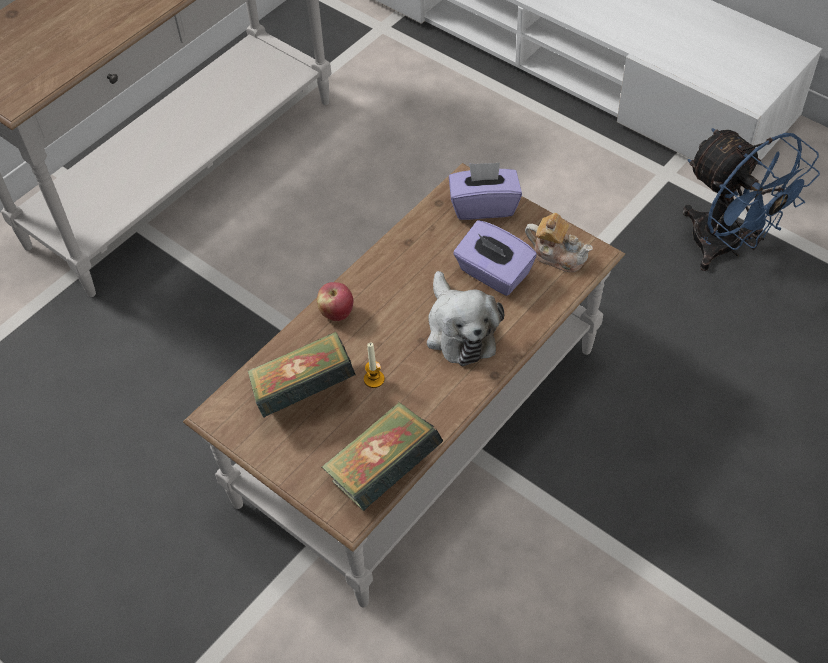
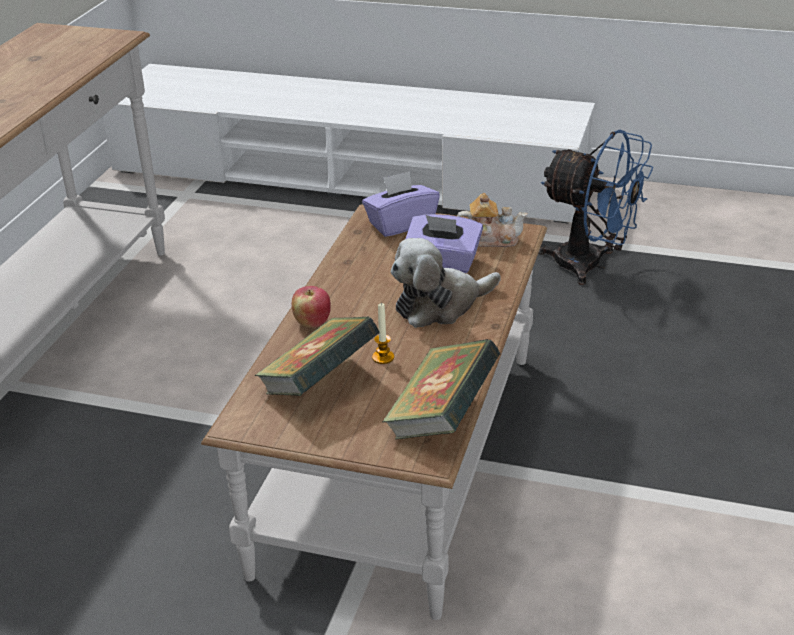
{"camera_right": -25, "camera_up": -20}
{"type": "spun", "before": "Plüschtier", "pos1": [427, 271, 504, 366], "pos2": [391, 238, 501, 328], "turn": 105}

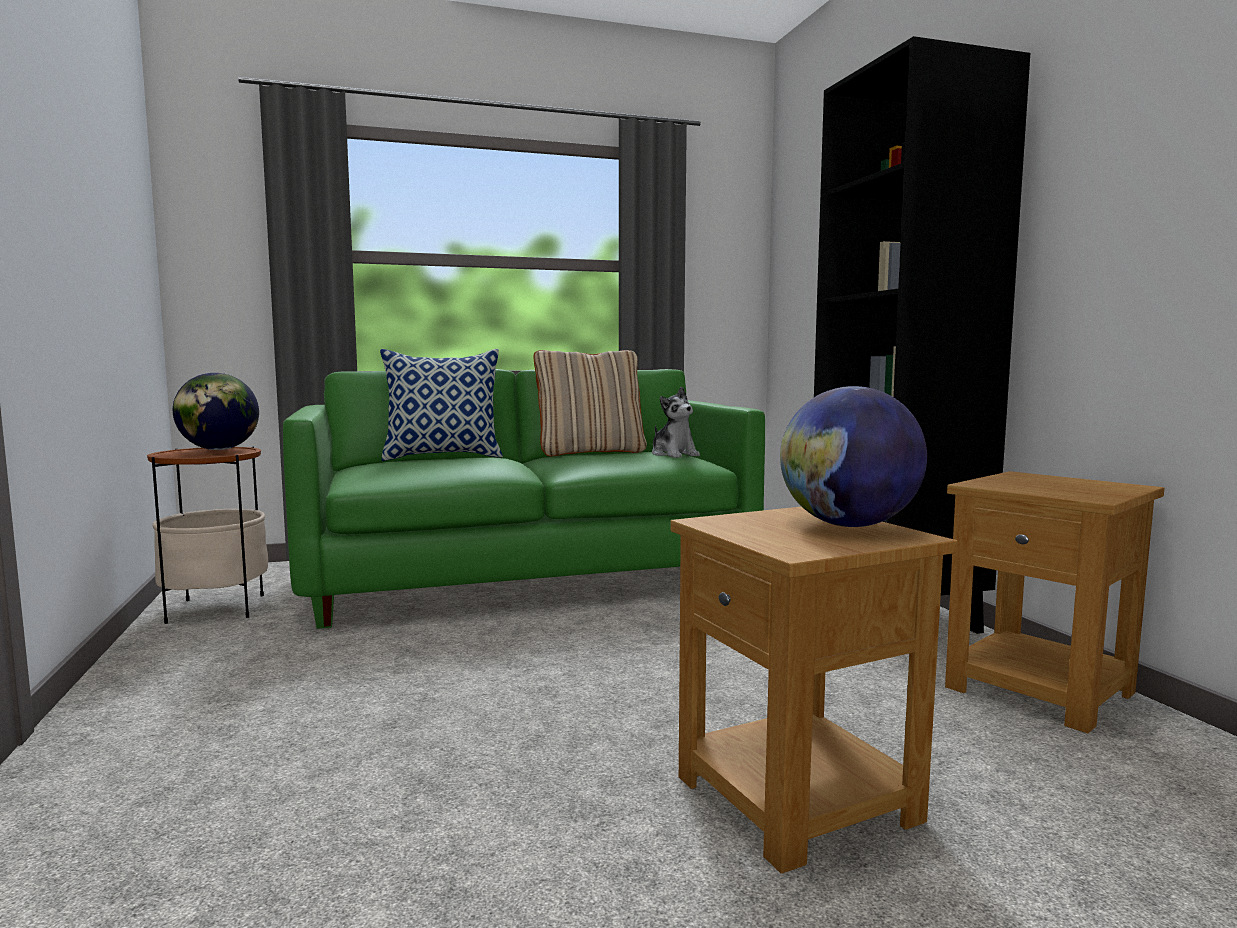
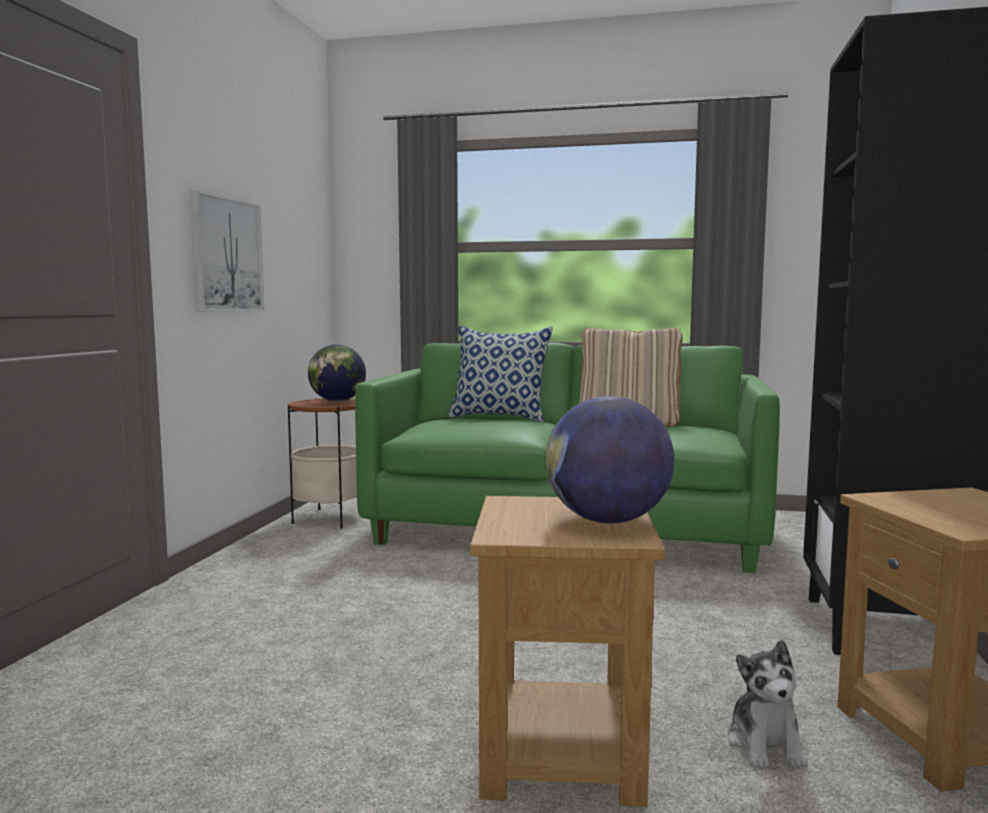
{"camera_right": 30, "camera_up": 0}
{"type": "relocated", "before": "Plüschtier", "pos1": [652, 387, 700, 458], "pos2": [727, 640, 807, 768]}
{"type": "appeared", "after": "Bild", "pos2": [190, 190, 264, 312]}

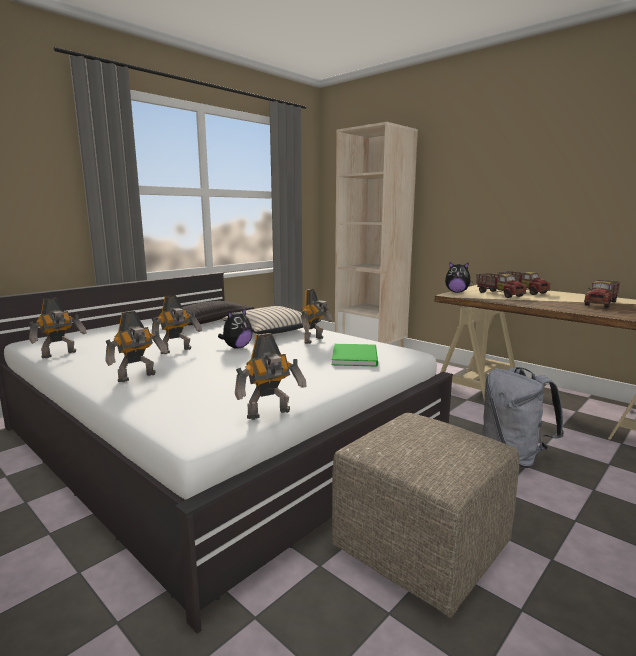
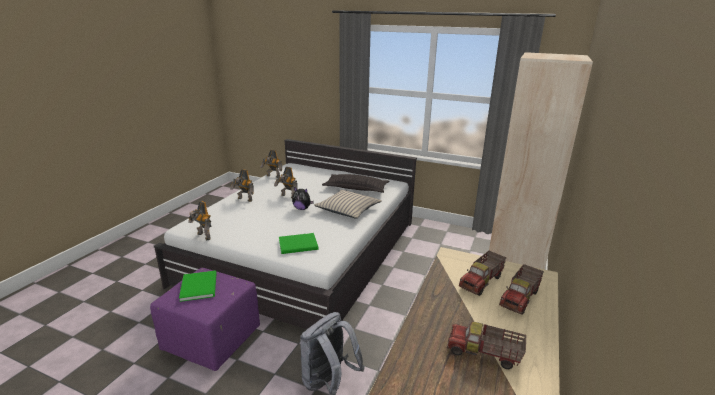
{"camera_right": 70, "camera_up": 10}
{"type": "missing", "before": "Spielzeugroboter", "pos1": [301, 289, 333, 344]}
{"type": "colour", "before": "Polsterhocker (beige)", "after": "Polsterhocker (lila)", "pos1": [332, 413, 520, 618], "pos2": [150, 268, 260, 371]}
{"type": "missing", "before": "Plüschtier", "pos1": [445, 262, 473, 293]}
{"type": "appeared", "after": "Buch (grün)", "pos2": [179, 271, 217, 302]}

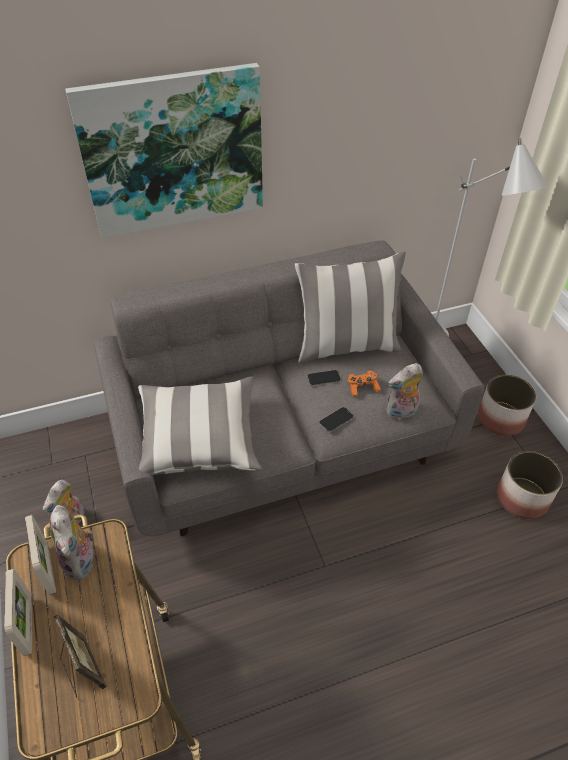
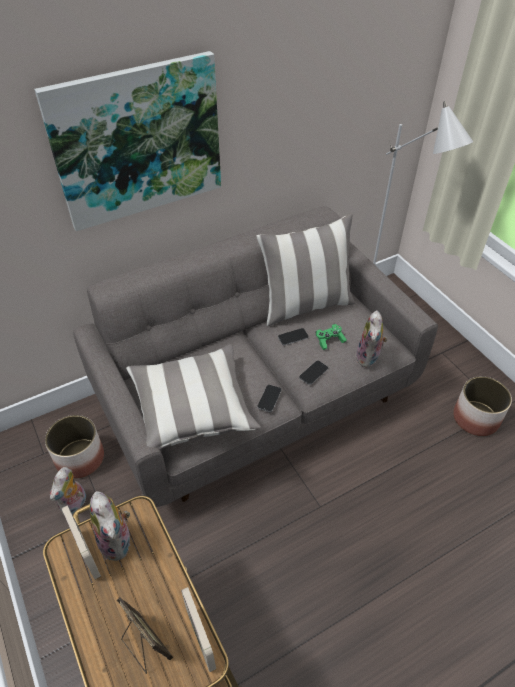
{"camera_right": -10, "camera_up": 0}
{"type": "relocated", "before": "Bilderrahmen", "pos1": [4, 569, 32, 656], "pos2": [181, 587, 216, 672]}
{"type": "colour", "before": "Gamepad (orange)", "after": "Gamepad (grün)", "pos1": [348, 370, 381, 397], "pos2": [316, 324, 347, 350]}
{"type": "spun", "before": "Plüschtier", "pos1": [386, 363, 423, 420], "pos2": [356, 311, 388, 368], "turn": -45}
{"type": "relocated", "before": "Pflanzkübel", "pos1": [478, 375, 536, 436], "pos2": [45, 415, 104, 479]}
{"type": "appeared", "after": "Handy", "pos2": [257, 385, 281, 412]}

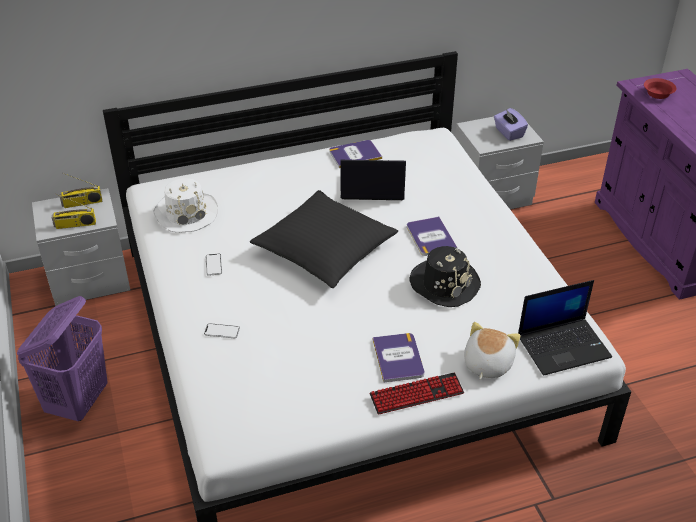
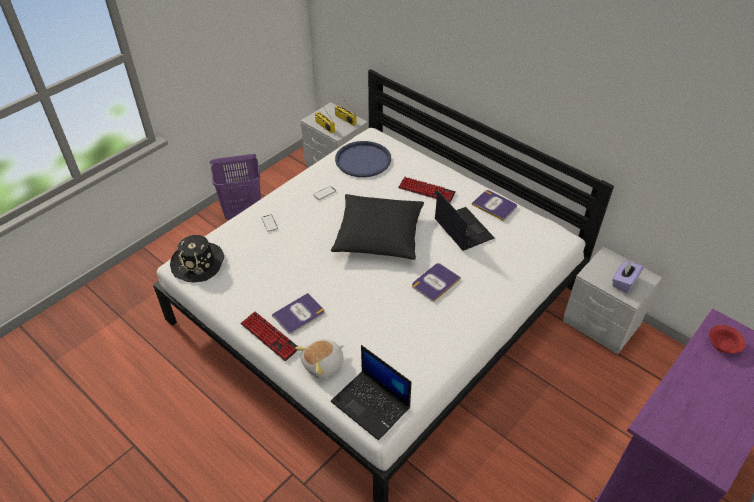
{"camera_right": 60, "camera_up": 5}
{"type": "exchanged", "before": "Hut (weiß)", "after": "Tablett (blau)", "pos1": [154, 178, 218, 233], "pos2": [335, 141, 391, 177]}
{"type": "relocated", "before": "Hut (schwarz)", "pos1": [409, 246, 481, 307], "pos2": [170, 235, 224, 282]}
{"type": "spun", "before": "Plüschtier", "pos1": [464, 322, 520, 380], "pos2": [295, 339, 344, 378], "turn": 150}
{"type": "appeared", "after": "Tastatur", "pos2": [398, 177, 456, 203]}

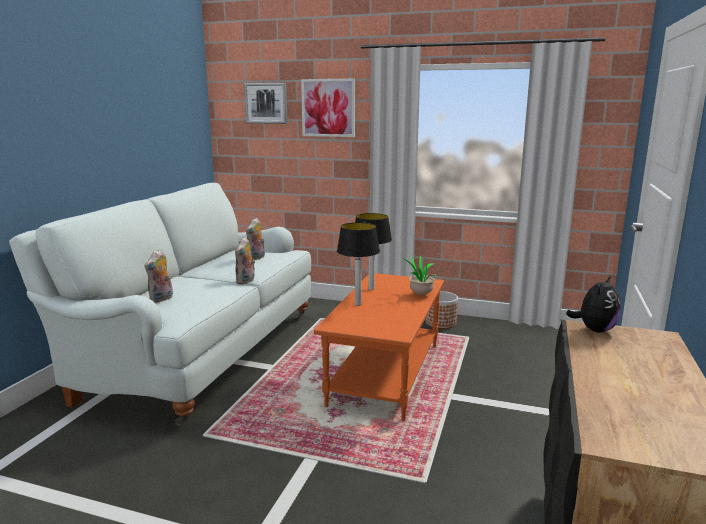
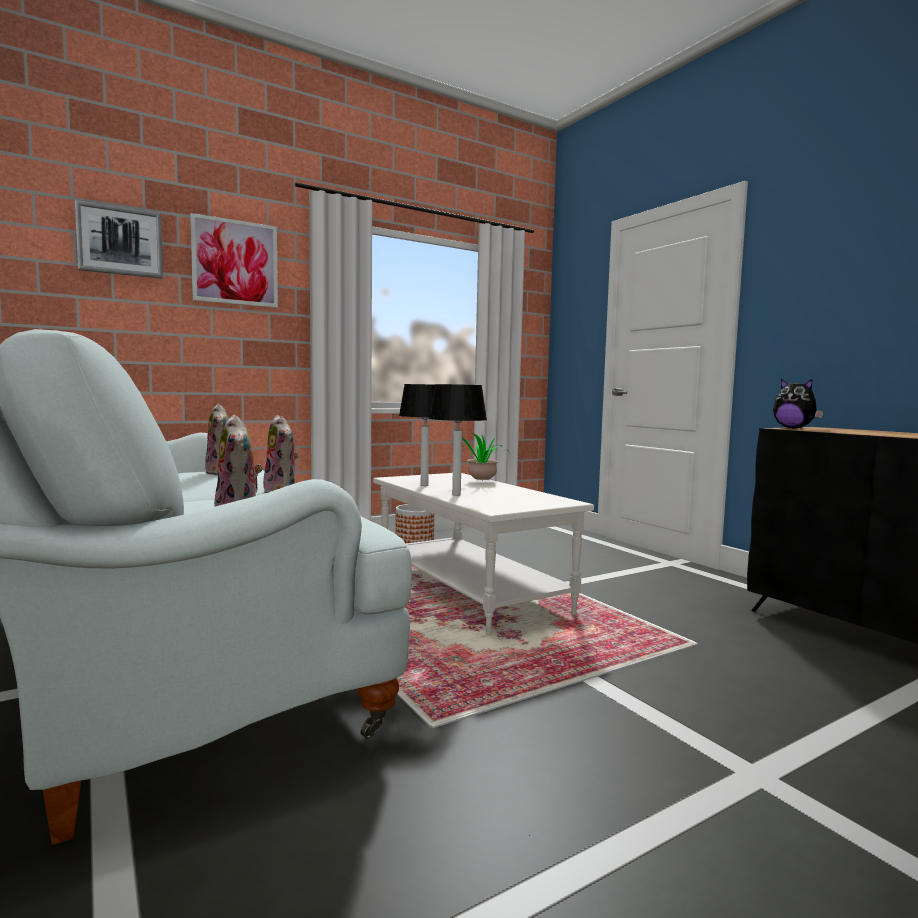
{"camera_right": -50, "camera_up": -10}
{"type": "colour", "before": "Couchtisch (orange)", "after": "Couchtisch (weiß)", "pos1": [314, 273, 444, 421], "pos2": [373, 473, 594, 635]}
{"type": "spun", "before": "Plüschtier", "pos1": [566, 276, 621, 333], "pos2": [773, 379, 824, 428], "turn": 150}

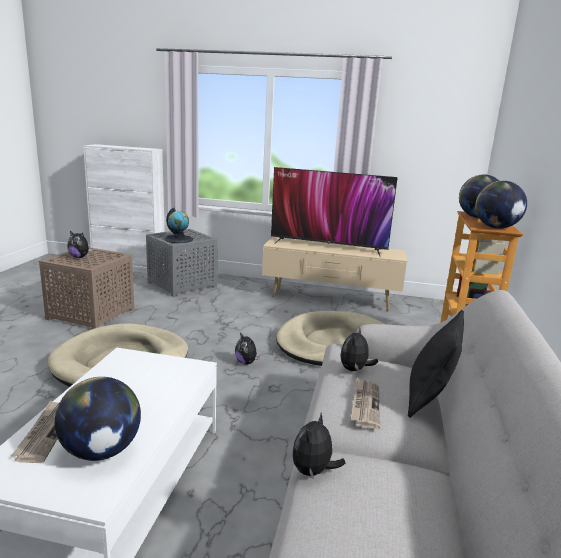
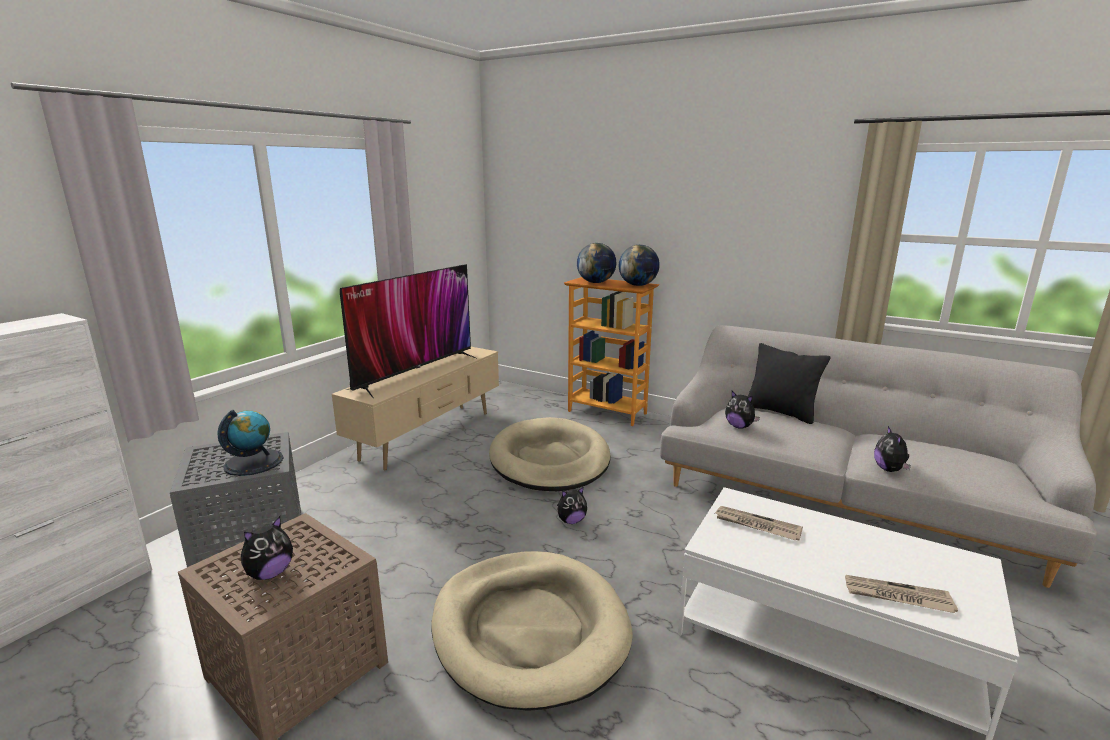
{"camera_right": -70, "camera_up": 0}
{"type": "missing", "before": "Globus", "pos1": [55, 377, 141, 461]}
{"type": "spun", "before": "Plüschtier", "pos1": [292, 413, 345, 480], "pos2": [874, 426, 911, 472], "turn": 45}
{"type": "relocated", "before": "Zeitung", "pos1": [351, 378, 380, 429], "pos2": [715, 506, 803, 540]}

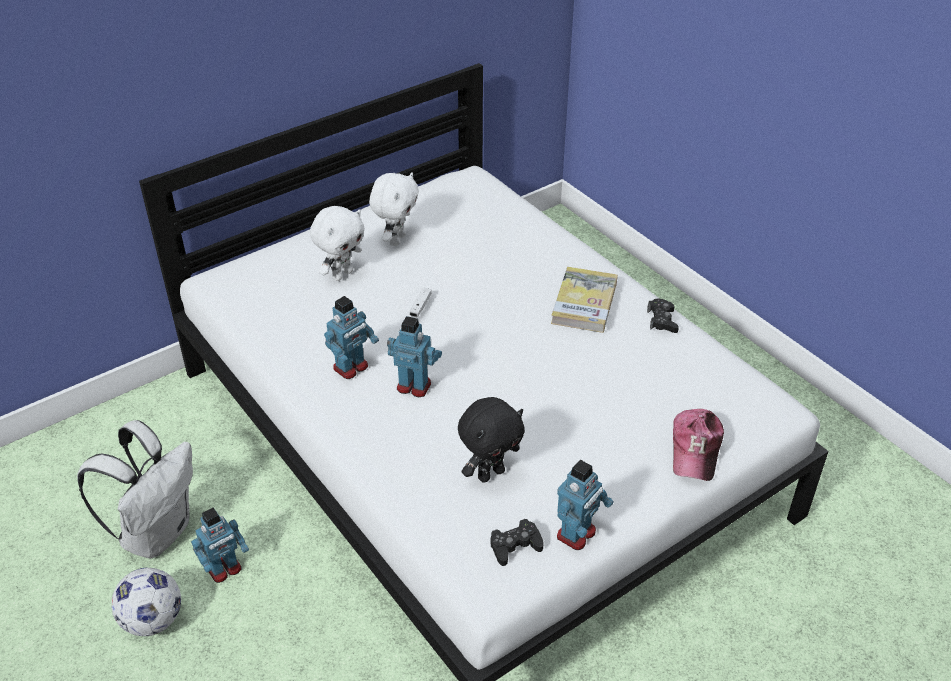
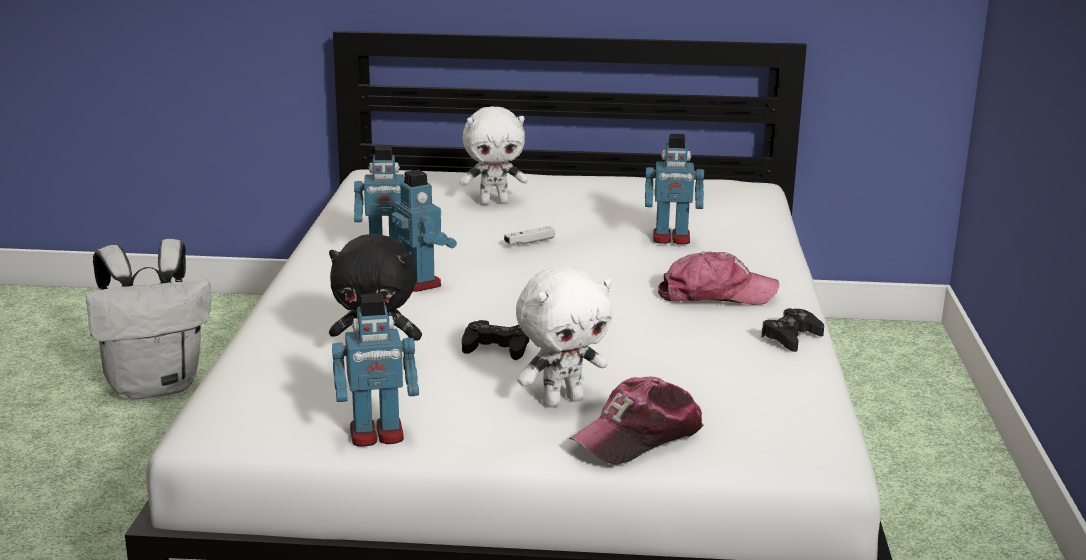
{"camera_right": 40, "camera_up": -20}
{"type": "missing", "before": "Fußball", "pos1": [112, 568, 181, 636]}
{"type": "relocated", "before": "Spielzeugroboter", "pos1": [191, 508, 249, 583], "pos2": [645, 134, 704, 244]}
{"type": "relocated", "before": "Plüschtier (weiß)", "pos1": [369, 172, 419, 246], "pos2": [516, 267, 612, 408]}
{"type": "relocated", "before": "Gamepad (schwarz)", "pos1": [491, 519, 543, 566], "pos2": [462, 320, 529, 360]}
{"type": "exchanged", "before": "Buch", "after": "Kappe", "pos1": [551, 267, 618, 333], "pos2": [657, 251, 779, 305]}

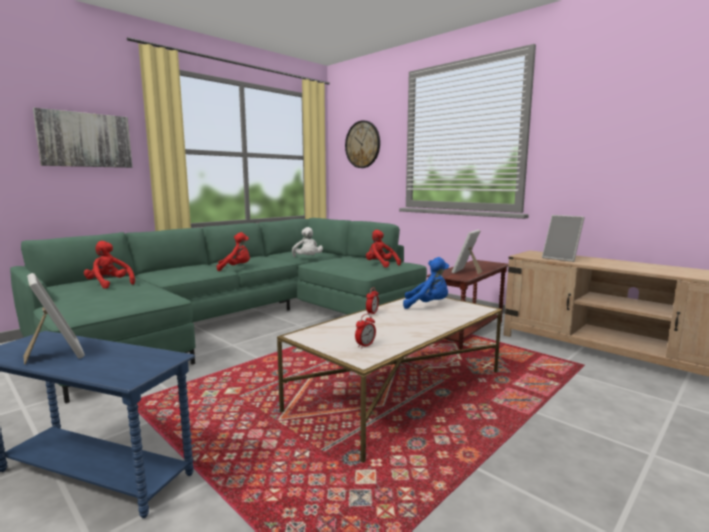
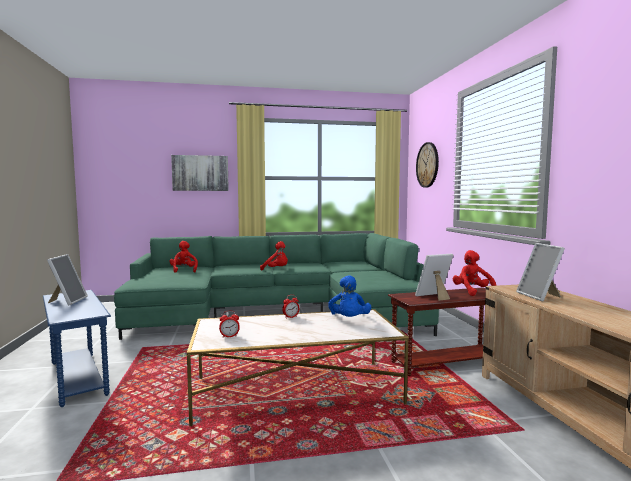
{"camera_right": 35, "camera_up": -5}
{"type": "missing", "before": "Plüschtier (weiß)", "pos1": [292, 227, 323, 257]}
{"type": "relocated", "before": "Plüschtier (rot)", "pos1": [366, 230, 401, 268], "pos2": [453, 250, 497, 296]}
{"type": "spun", "before": "Plüschtier (blau)", "pos1": [403, 257, 449, 309], "pos2": [328, 275, 371, 317], "turn": 45}

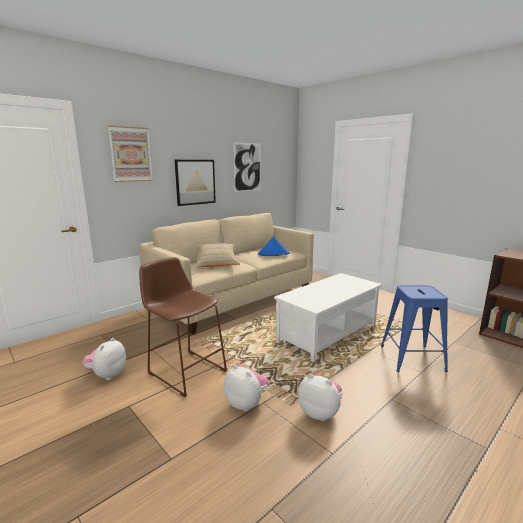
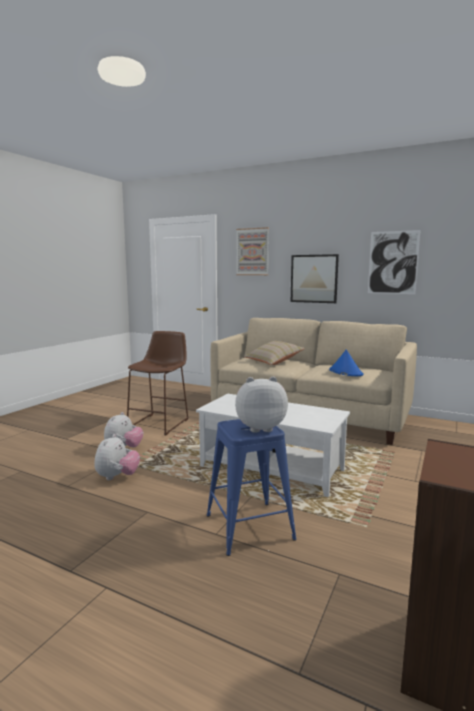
{"camera_right": 70, "camera_up": -5}
{"type": "relocated", "before": "Plüschtier", "pos1": [82, 338, 126, 380], "pos2": [235, 377, 288, 433]}

